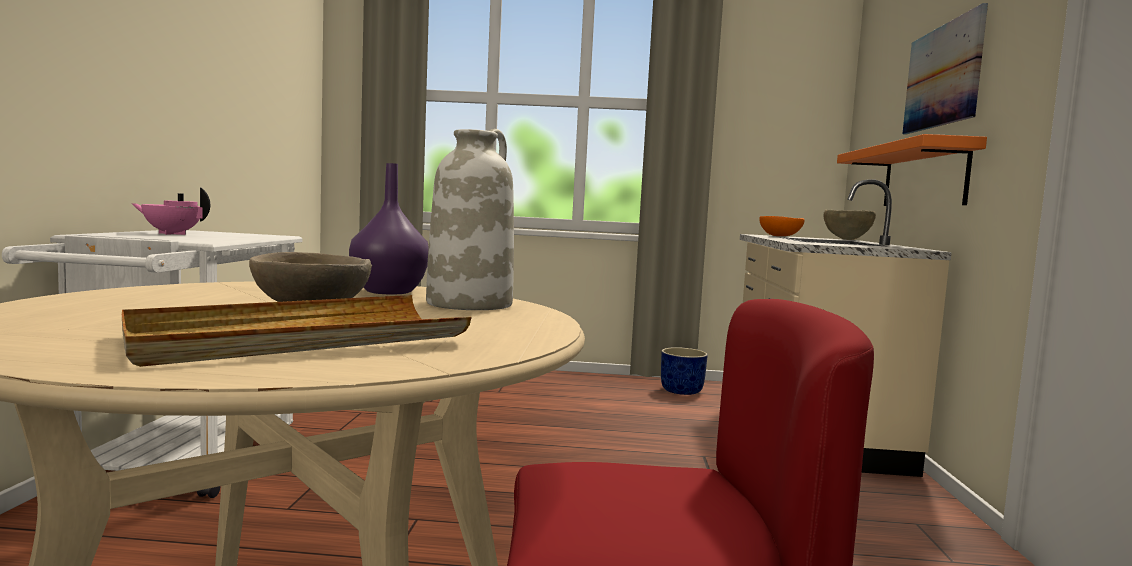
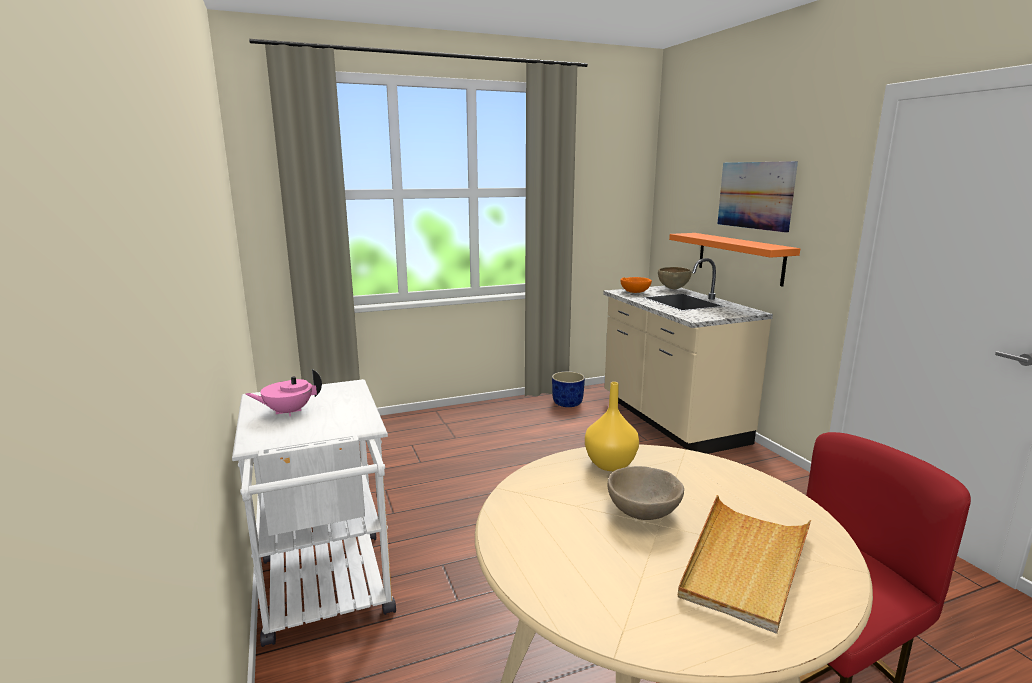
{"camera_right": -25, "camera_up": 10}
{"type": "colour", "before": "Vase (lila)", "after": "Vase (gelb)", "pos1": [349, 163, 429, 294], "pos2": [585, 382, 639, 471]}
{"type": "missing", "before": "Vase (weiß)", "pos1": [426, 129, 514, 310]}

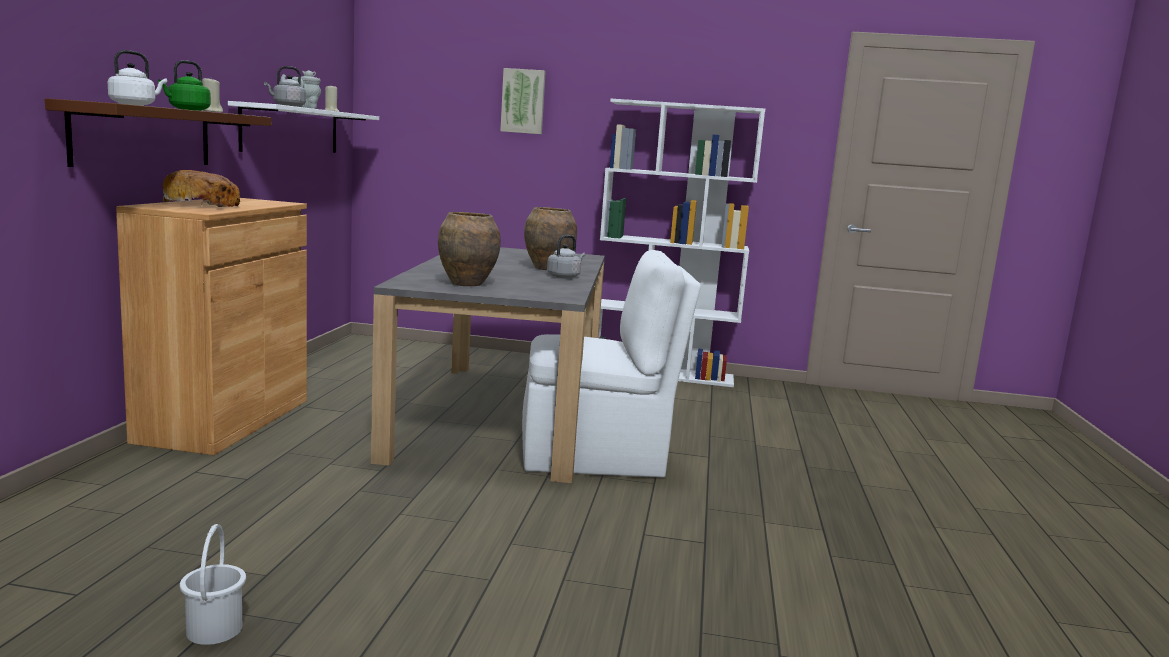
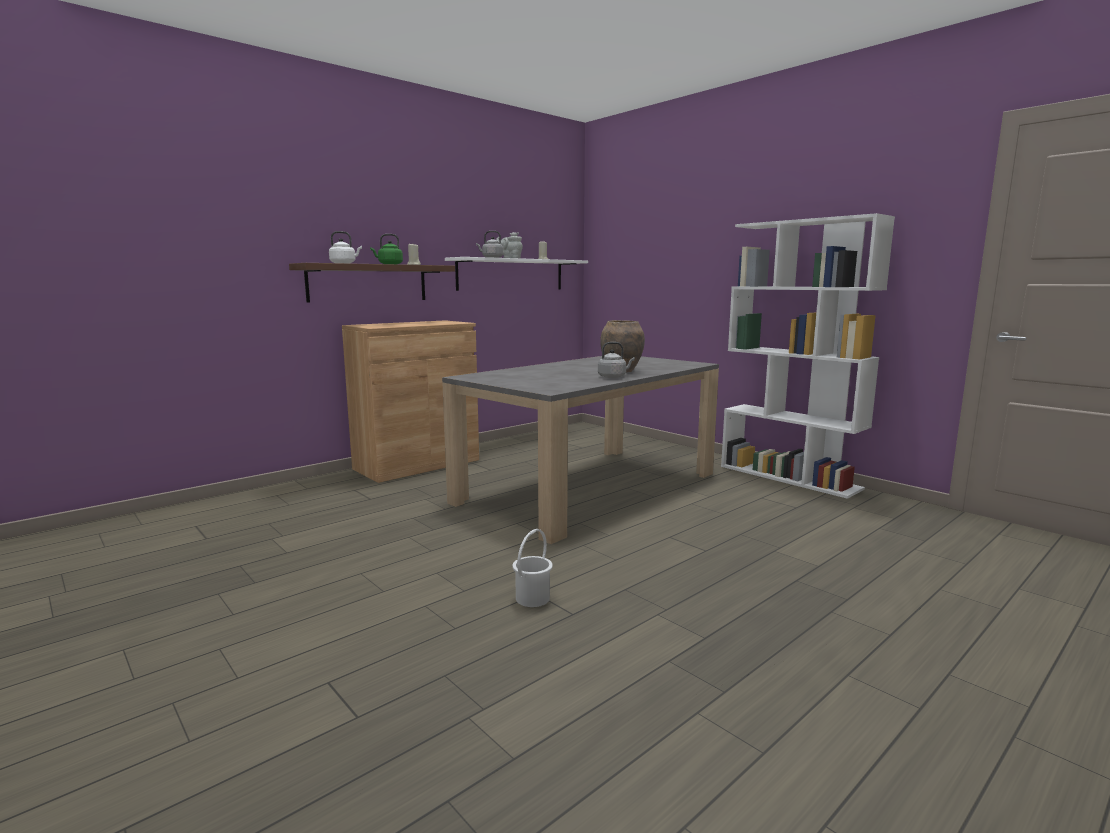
{"camera_right": 40, "camera_up": 0}
{"type": "missing", "before": "Brot", "pos1": [162, 170, 240, 207]}
{"type": "relocated", "before": "Eimer (weiß)", "pos1": [180, 524, 246, 645], "pos2": [512, 529, 553, 607]}
{"type": "missing", "before": "Vase (braun)", "pos1": [438, 212, 501, 286]}
{"type": "missing", "before": "Bild", "pos1": [500, 68, 546, 134]}
{"type": "missing", "before": "Stuhl (weiß)", "pos1": [522, 250, 701, 478]}

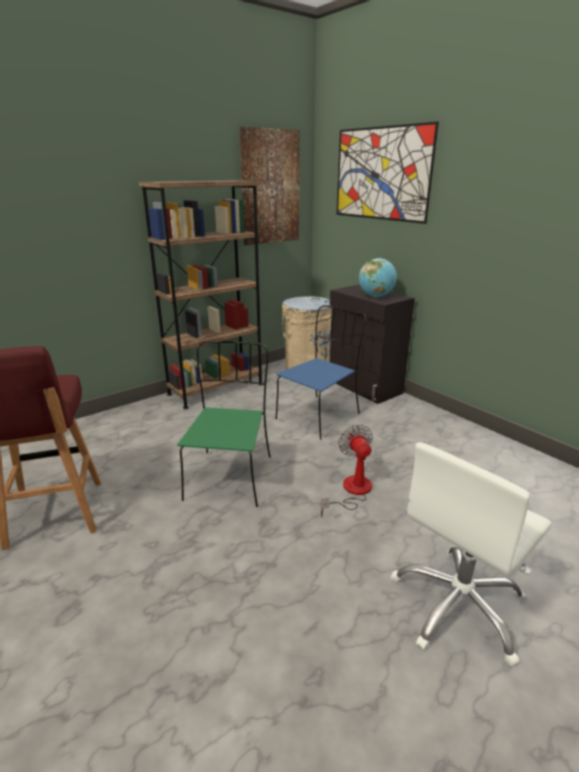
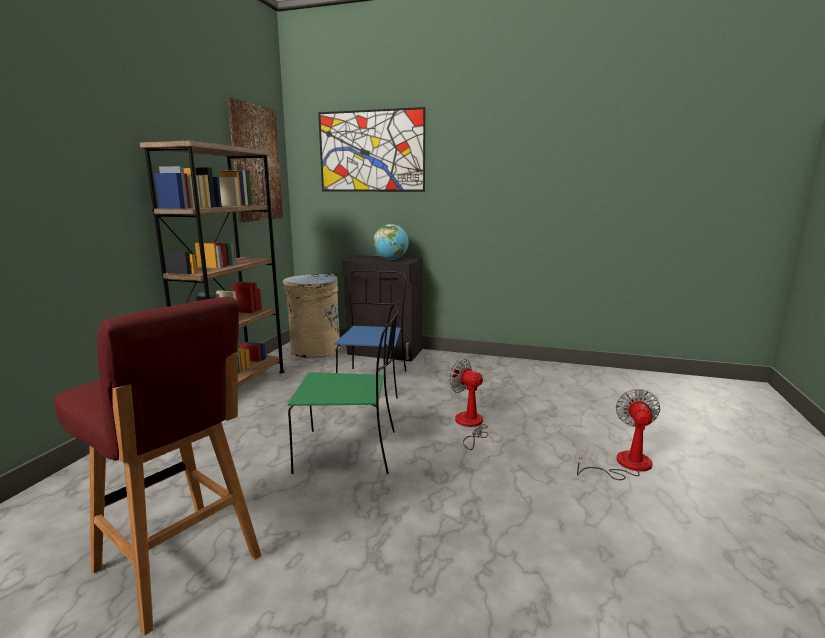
{"camera_right": -35, "camera_up": -10}
{"type": "spun", "before": "Stuhl (grün)", "pos1": [177, 341, 271, 507], "pos2": [288, 304, 398, 474], "turn": 120}
{"type": "exchanged", "before": "Bürostuhl (weiß)", "after": "Ventilator", "pos1": [391, 442, 552, 666], "pos2": [575, 389, 660, 480]}

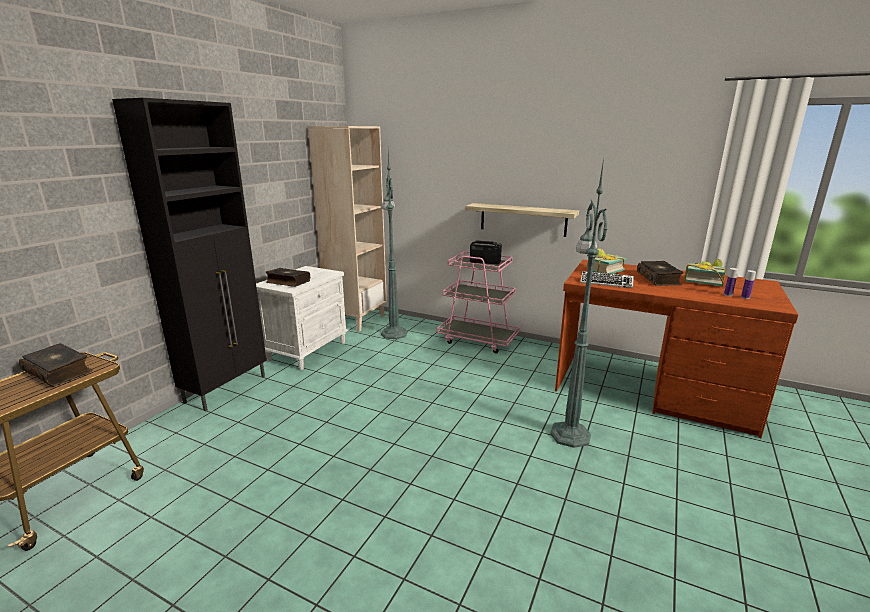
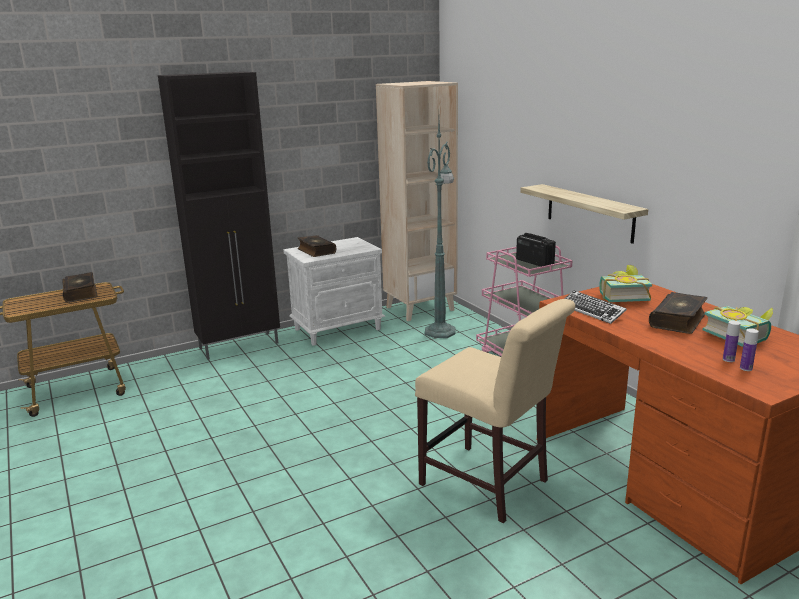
{"camera_right": 35, "camera_up": 0}
{"type": "exchanged", "before": "Stehlampe (grün)", "after": "Stuhl (beige)", "pos1": [550, 158, 607, 448], "pos2": [415, 299, 575, 523]}

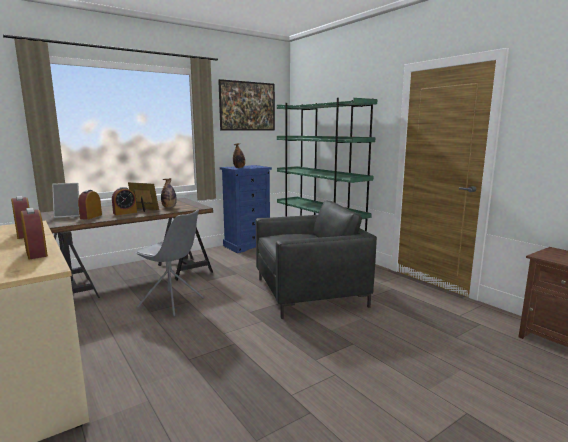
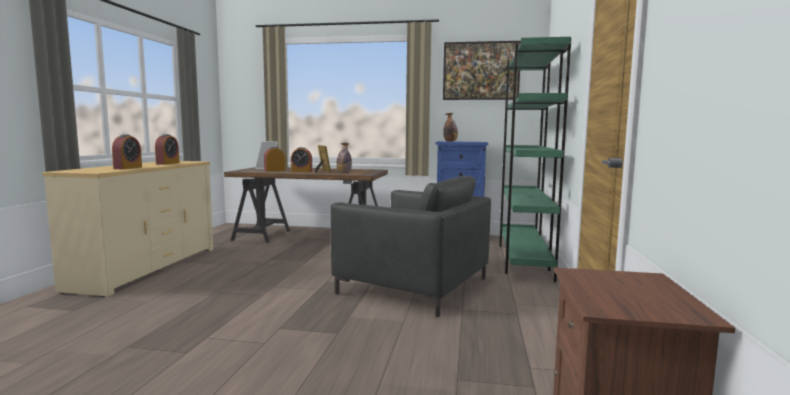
{"camera_right": 45, "camera_up": -5}
{"type": "missing", "before": "Stuhl (grau)", "pos1": [134, 210, 204, 317]}

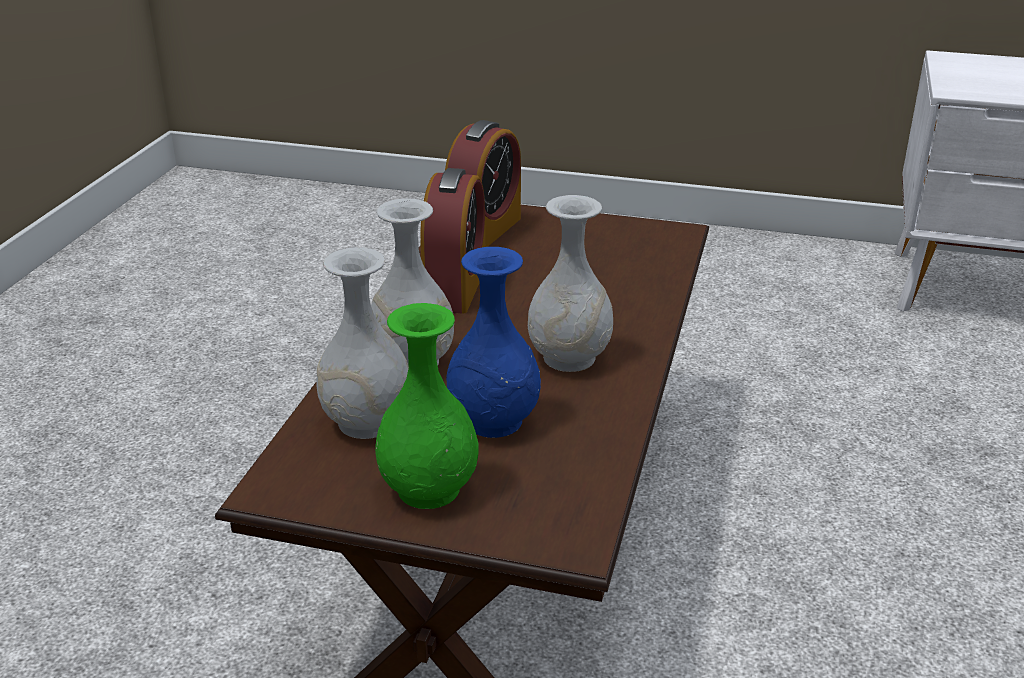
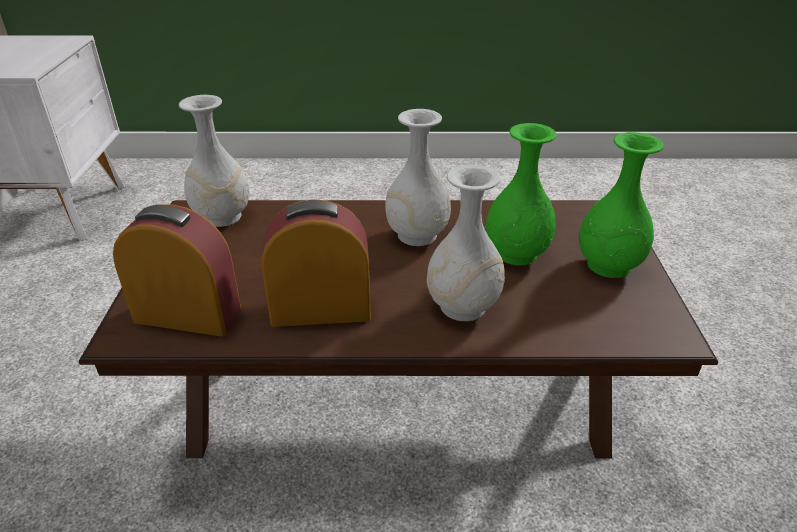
{"camera_right": -105, "camera_up": 5}
{"type": "relocated", "before": "Vase (weiß)", "pos1": [316, 247, 409, 439], "pos2": [179, 95, 250, 227]}
{"type": "colour", "before": "Vase (blau)", "after": "Vase (grün)", "pos1": [446, 247, 541, 438], "pos2": [486, 123, 557, 266]}

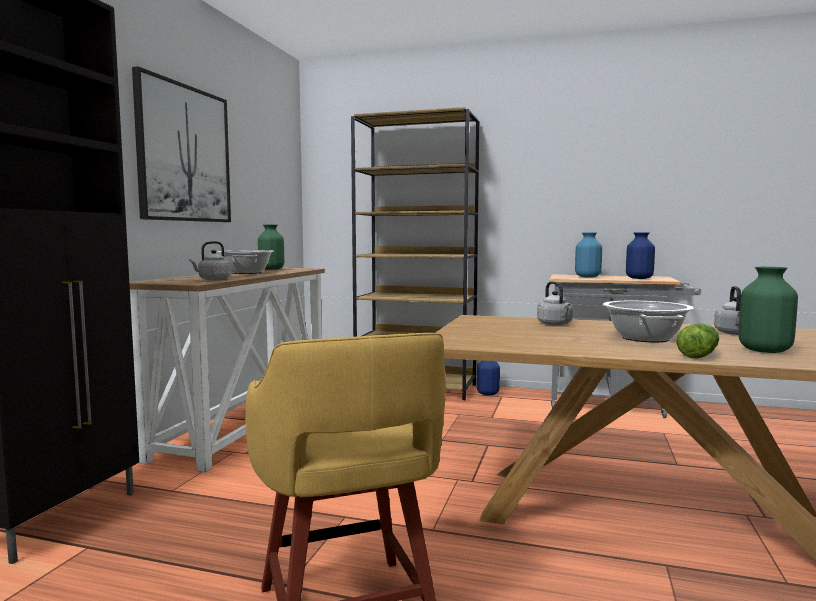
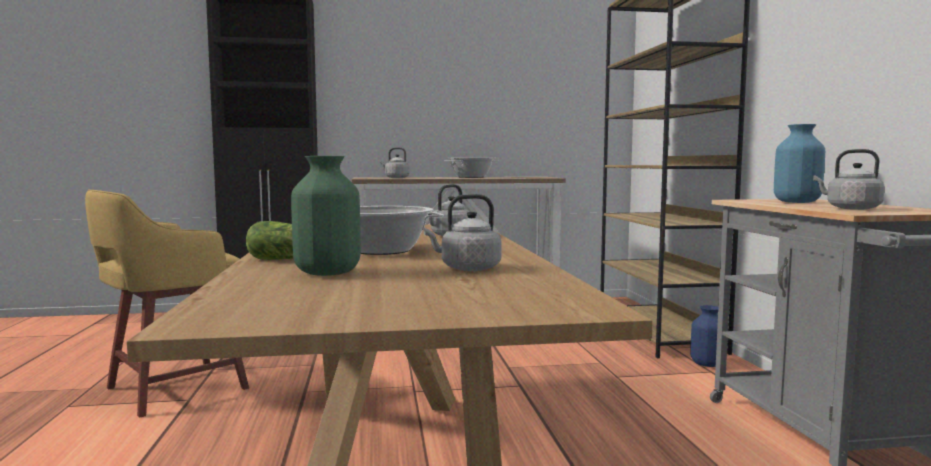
{"camera_right": 65, "camera_up": 0}
{"type": "missing", "before": "Bild", "pos1": [132, 66, 231, 222]}
{"type": "missing", "before": "Vase (grün)", "pos1": [258, 225, 284, 270]}
{"type": "exchanged", "before": "Vase (blau)", "after": "Wasserkessel (grau)", "pos1": [626, 233, 655, 279], "pos2": [814, 149, 885, 210]}

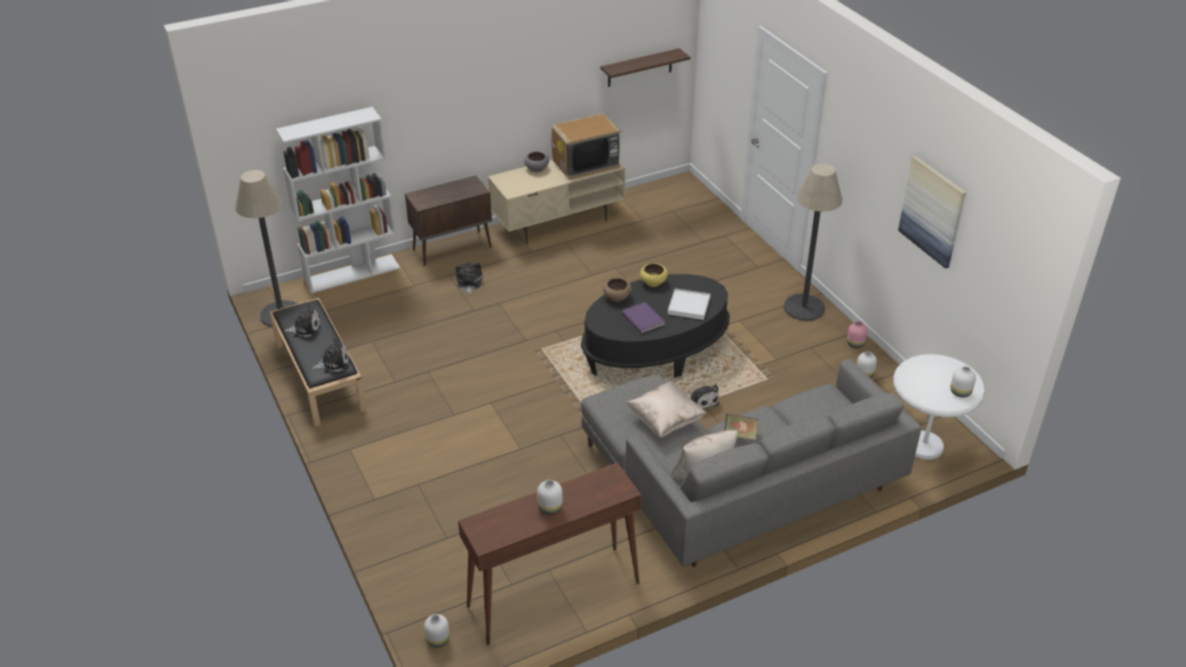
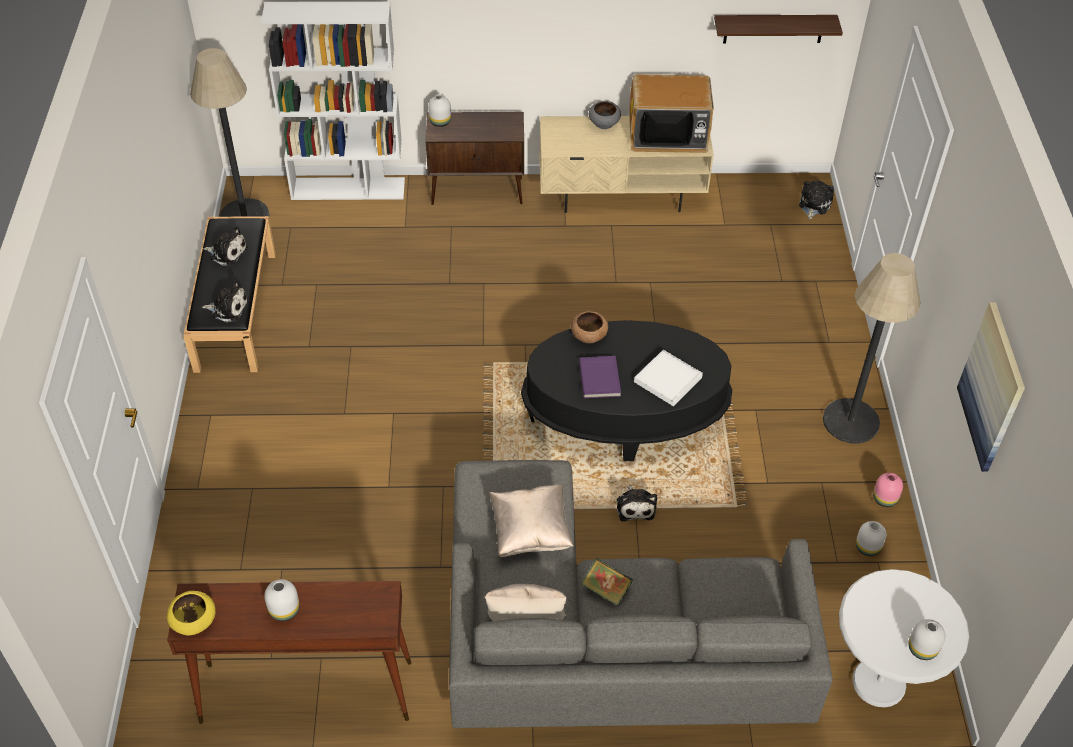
{"camera_right": 25, "camera_up": 10}
{"type": "relocated", "before": "Vase (weiß)", "pos1": [424, 614, 450, 648], "pos2": [428, 94, 451, 127]}
{"type": "relocated", "before": "Plüschtier", "pos1": [455, 262, 482, 294], "pos2": [799, 181, 834, 220]}
{"type": "relocated", "before": "Schüssel (gelb)", "pos1": [640, 263, 668, 287], "pos2": [167, 591, 216, 635]}

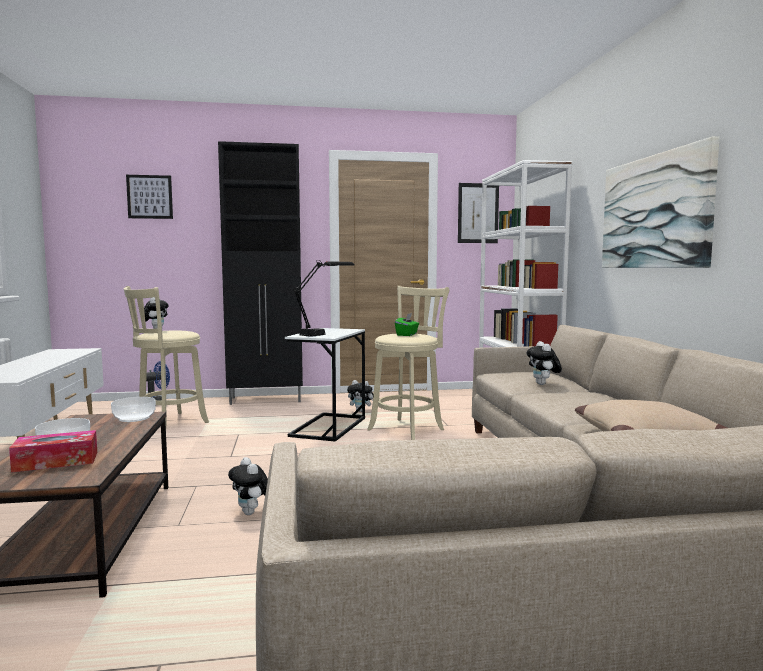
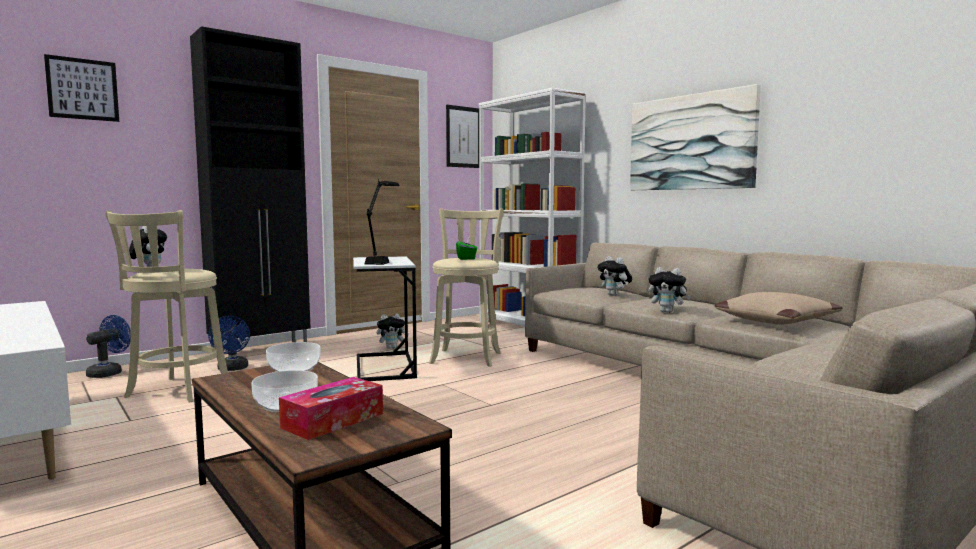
{"camera_right": -30, "camera_up": 0}
{"type": "relocated", "before": "Plüschtier", "pos1": [228, 457, 268, 515], "pos2": [649, 267, 691, 313]}
{"type": "appeared", "after": "Ventilator (blau)", "pos2": [208, 316, 250, 371]}

